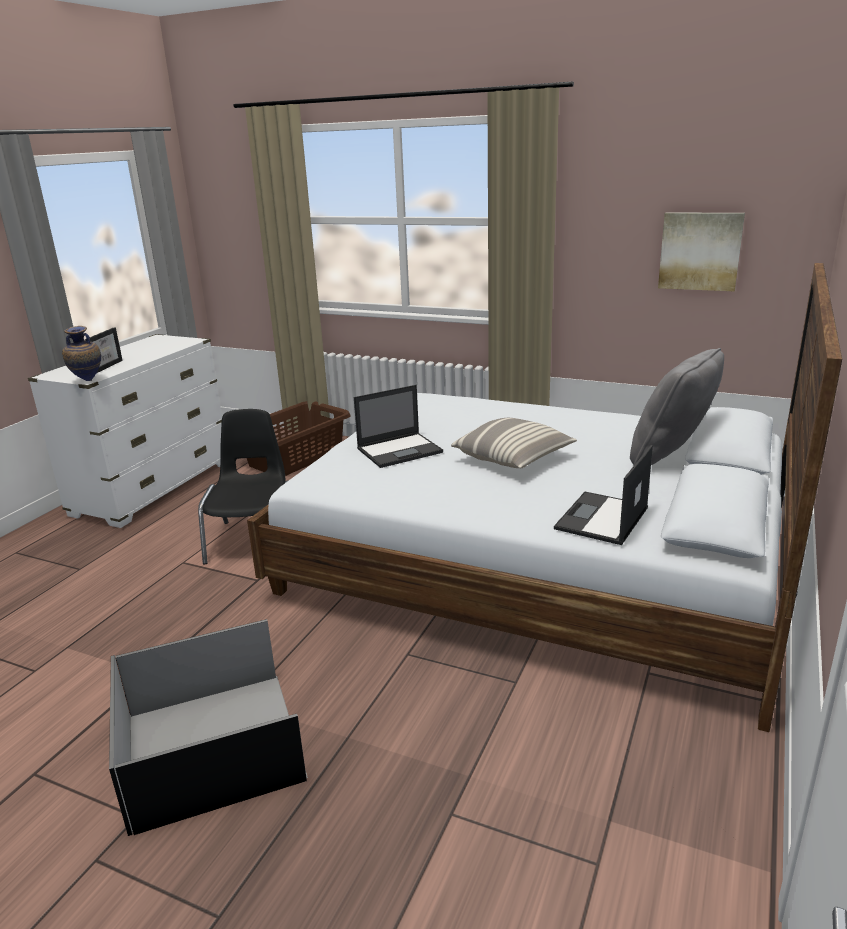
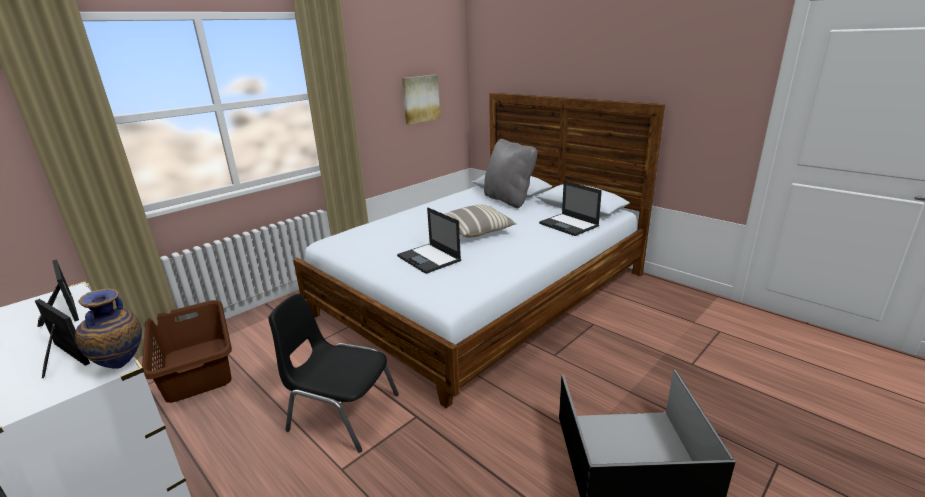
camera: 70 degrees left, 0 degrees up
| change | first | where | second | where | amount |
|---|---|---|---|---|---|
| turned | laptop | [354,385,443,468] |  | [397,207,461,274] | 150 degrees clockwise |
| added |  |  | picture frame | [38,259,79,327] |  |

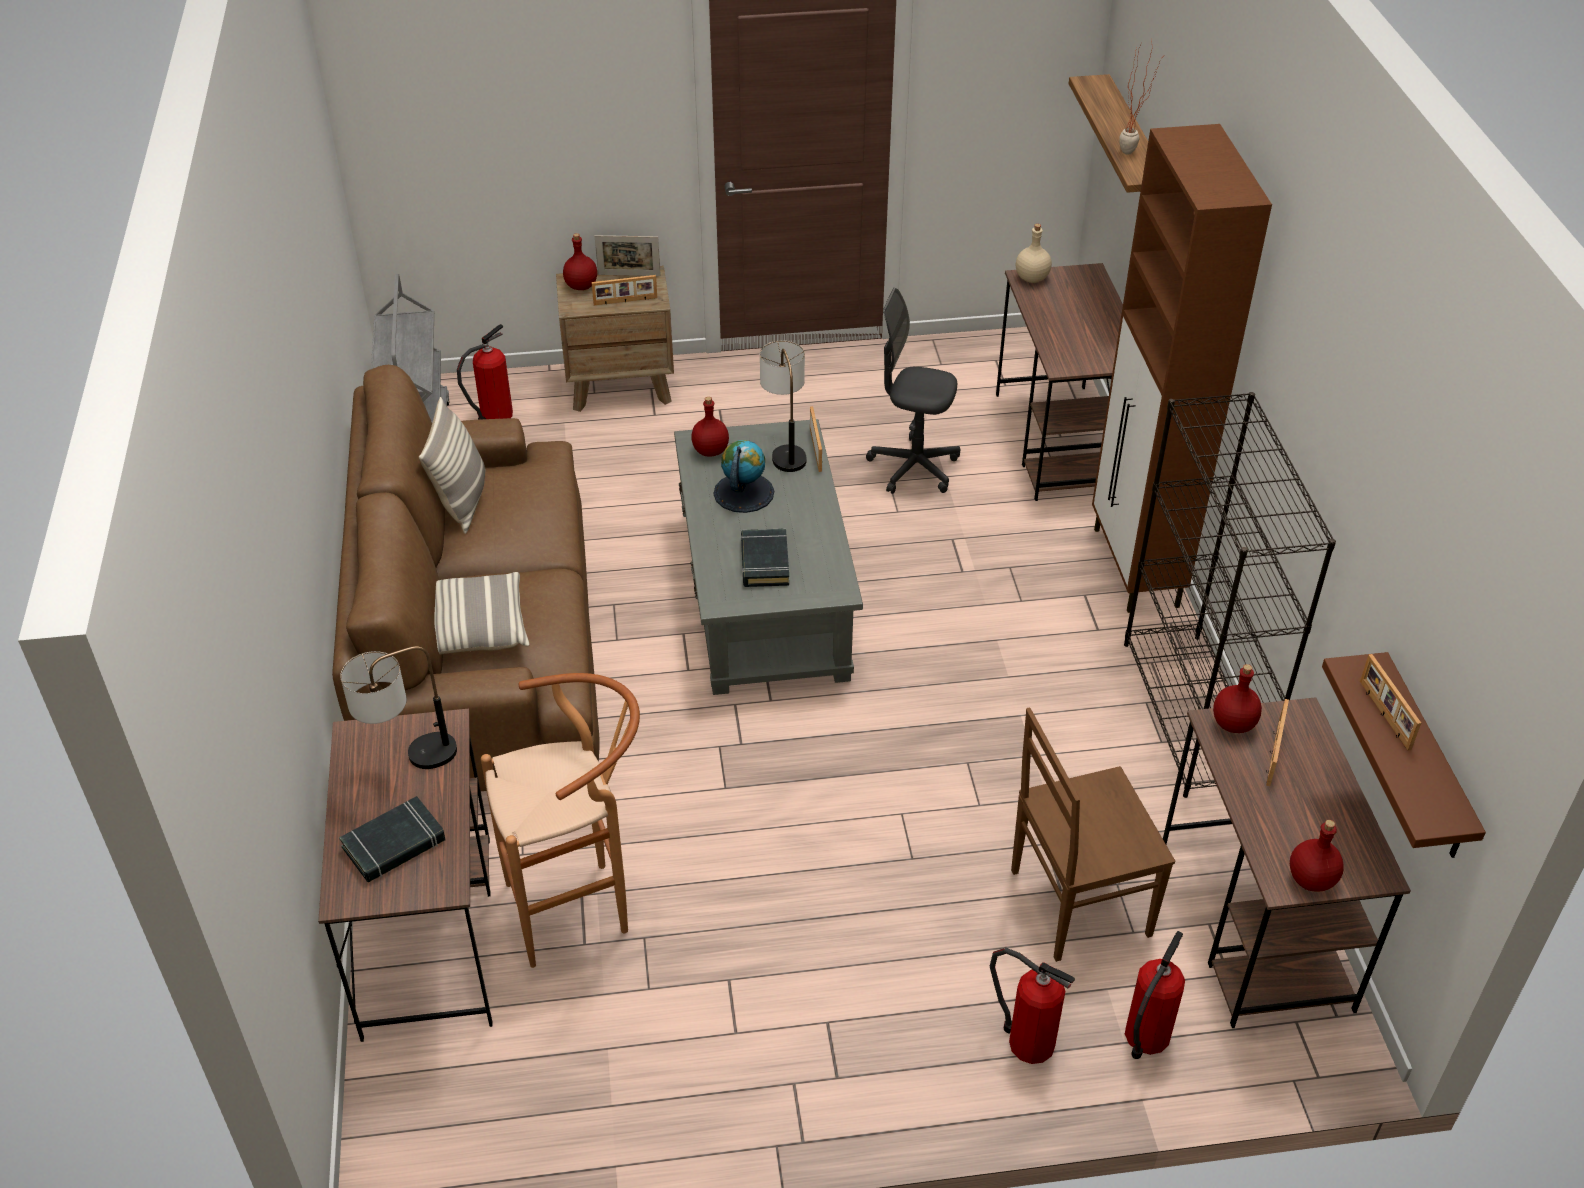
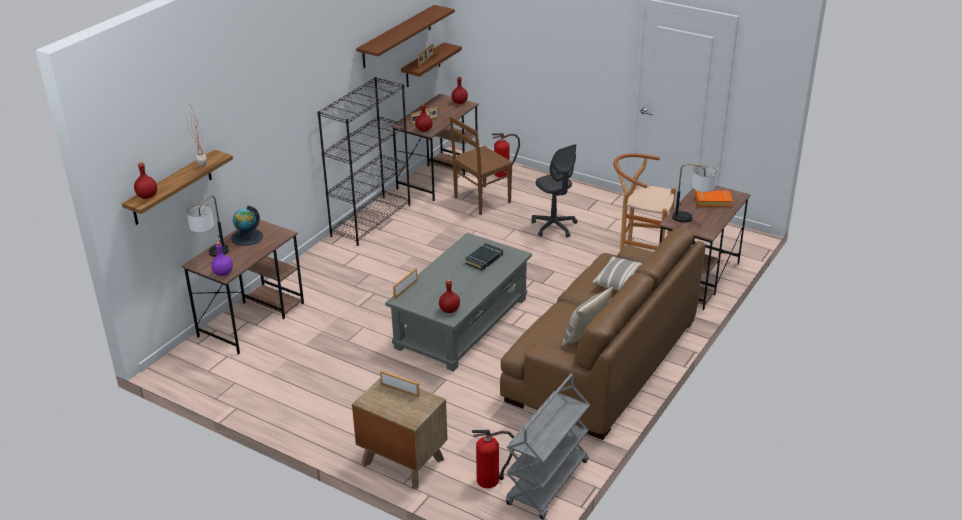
camera: 140 degrees left, 10 degrees down
| change | first | where | second | where | amount |
|---|---|---|---|---|---|
| removed | brown cabinet | [1092,124,1272,613] |  |  |  |
| recoloured | beige bottle | [1016,224,1052,283] | purple bottle | [211,242,233,276] |  |
| moved | red bottle | [563,233,597,290] |  | [134,161,157,199] |  |
| removed | picture frame | [595,235,661,276] |  |  |  |
| moved | grey office chair | [866,288,960,494] |  | [531,144,578,237] |  |
| moved | table lamp | [760,341,807,472] |  | [187,196,229,257] |  |
| moved | globe | [714,440,774,513] |  | [231,206,263,246] |  |
| turned | brown chair | [1011,707,1175,962] |  | [450,116,513,215] | 120 degrees clockwise |
| recoloured | black book | [339,796,446,882] | orange book | [696,191,733,207] |  |
| removed | fire extinguisher | [990,948,1075,1064] |  |  |  |
| added |  |  | brown shelf | [356,5,455,68] |  |

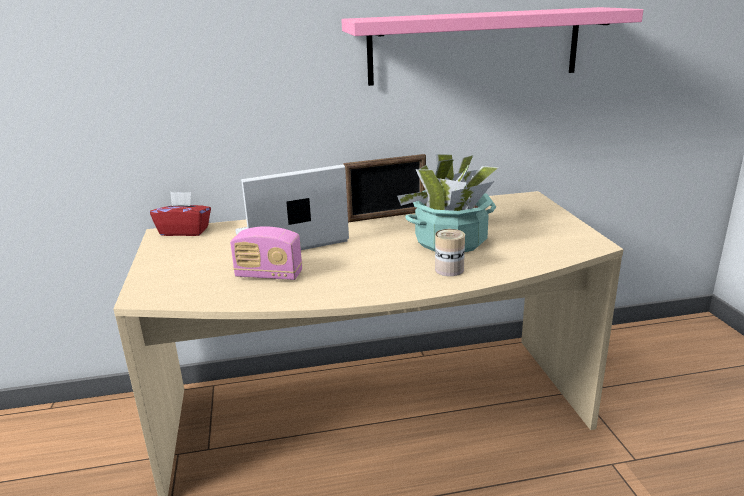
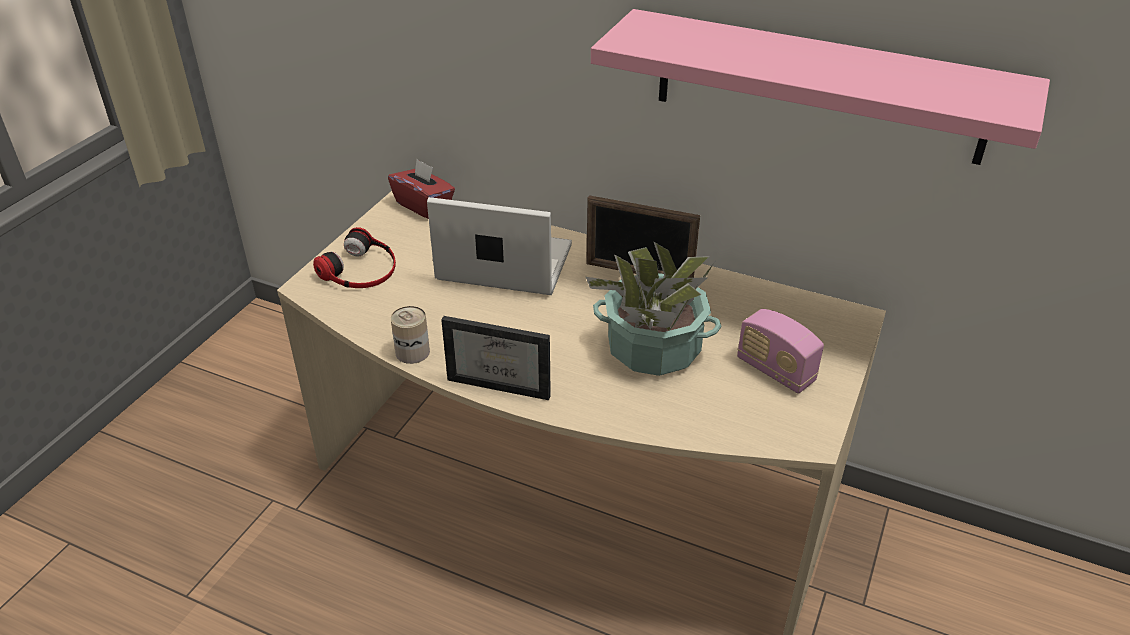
camera: 35 degrees right, 15 degrees up
| change | first | where | second | where | amount |
|---|---|---|---|---|---|
| moved | radio | [230,226,302,280] |  | [737,309,824,394] |  |
| moved | can | [435,229,465,276] |  | [391,306,430,364] |  |
| added |  |  | headphones | [313,227,396,288] |  |
| added |  |  | picture frame | [441,316,551,400] |  |

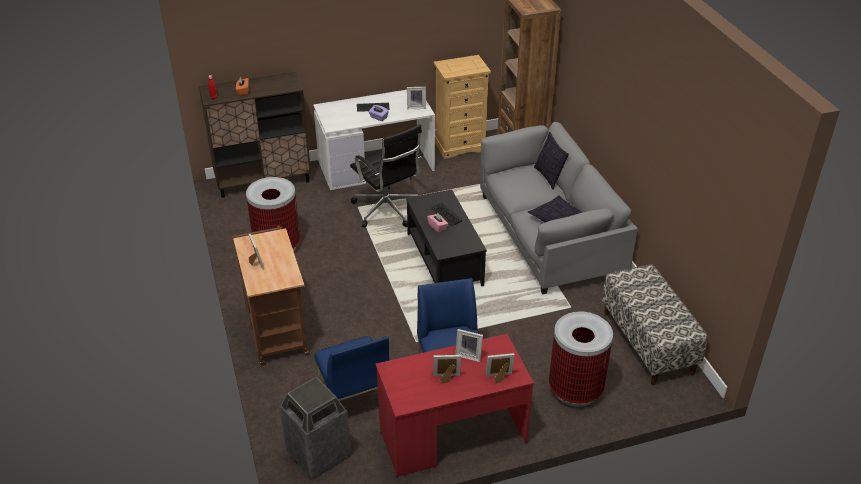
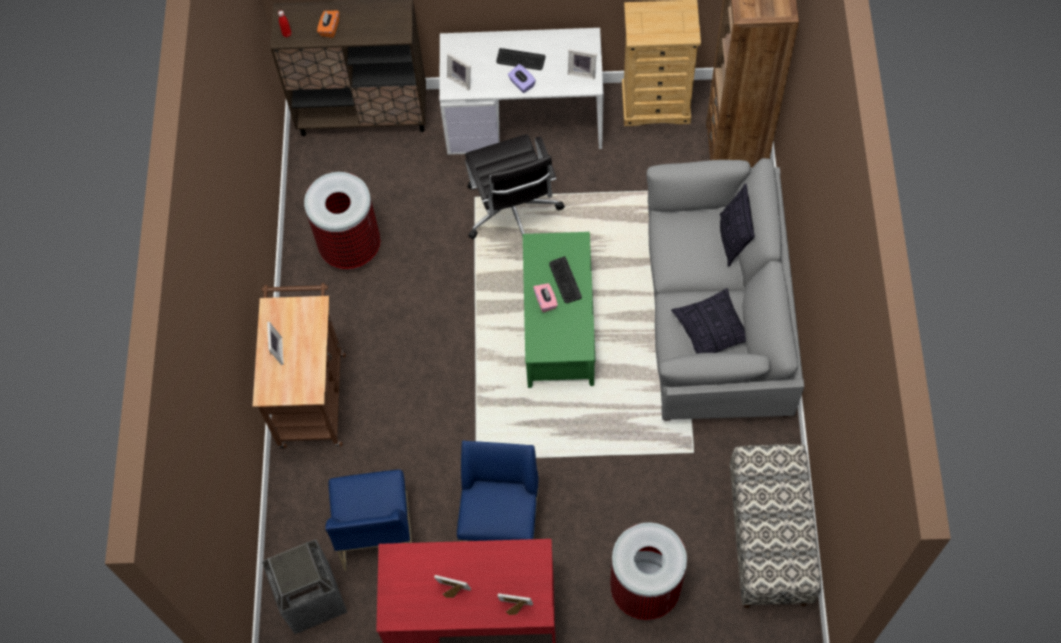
camera: 20 degrees right, 25 degrees up
| change | first | where | second | where | amount |
|---|---|---|---|---|---|
| recoloured | black coffee table | [406,189,487,286] | green coffee table | [523,232,596,388] |  |
| moved | picture frame | [455,329,483,362] |  | [447,53,471,90] |  |

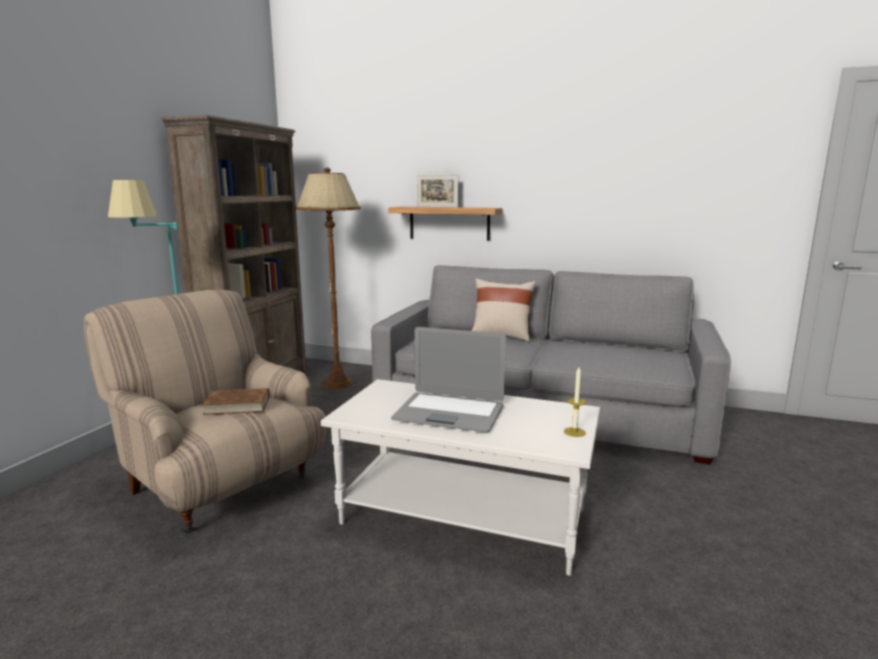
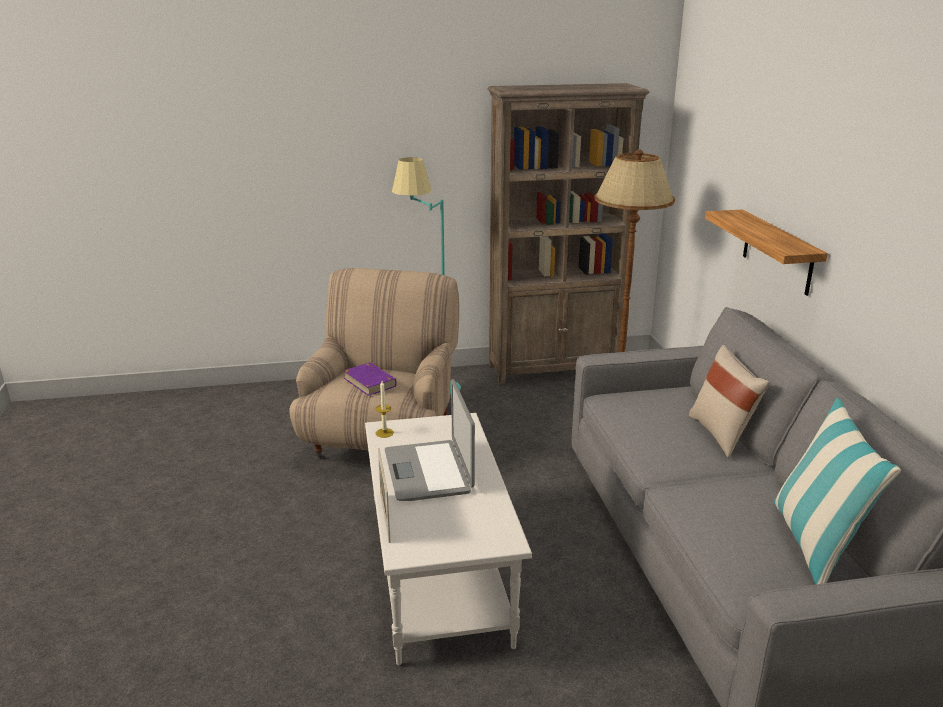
camera: 60 degrees right, 10 degrees up
| change | first | where | second | where | amount |
|---|---|---|---|---|---|
| moved | picture frame | [417,175,459,207] |  | [378,448,391,543] |  |
| moved | candle | [564,367,586,437] |  | [376,381,394,438] |  |
| recoloured | brown book | [200,388,270,415] | purple book | [343,362,396,396] |  |
| added |  |  | pillow | [774,398,901,585] |  |

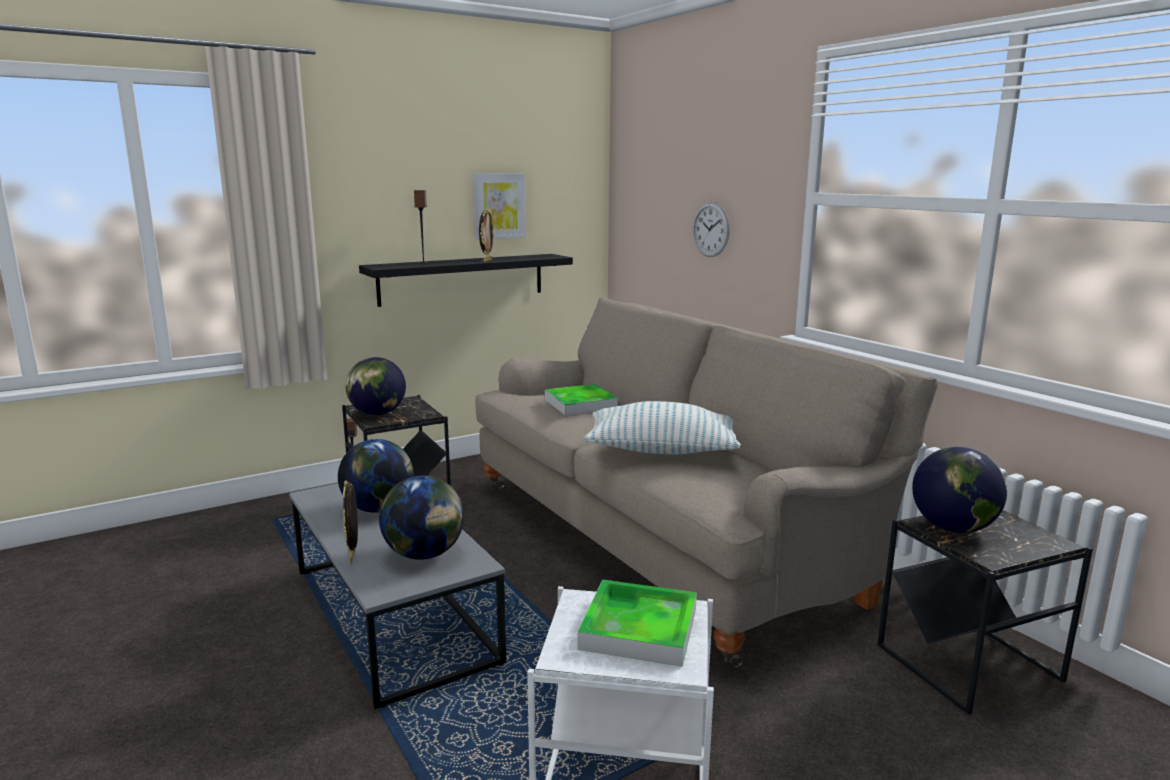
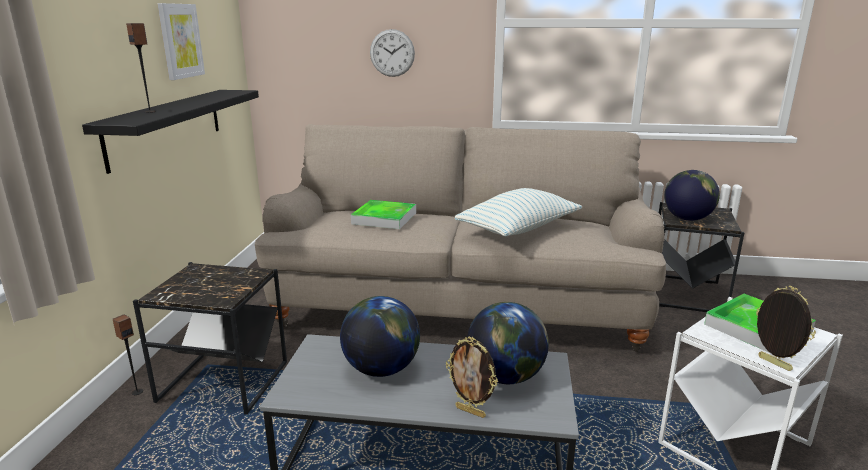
camera: 50 degrees left, 5 degrees up
| change | first | where | second | where | amount |
|---|---|---|---|---|---|
| moved | picture frame | [479,208,495,262] |  | [756,286,816,371] |  |
| removed | globe | [346,357,406,416] |  |  |  |

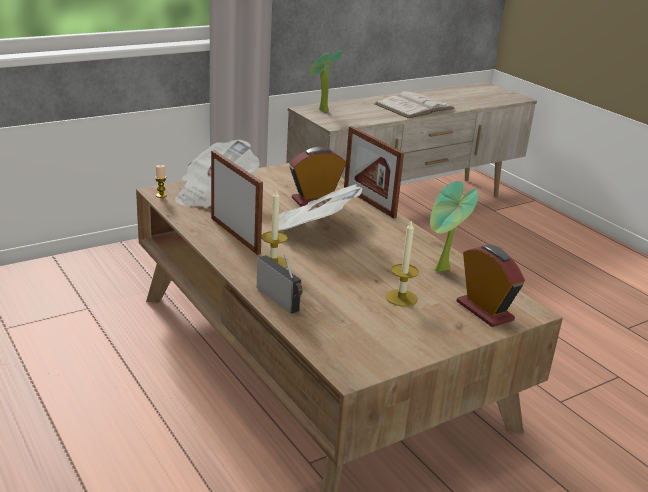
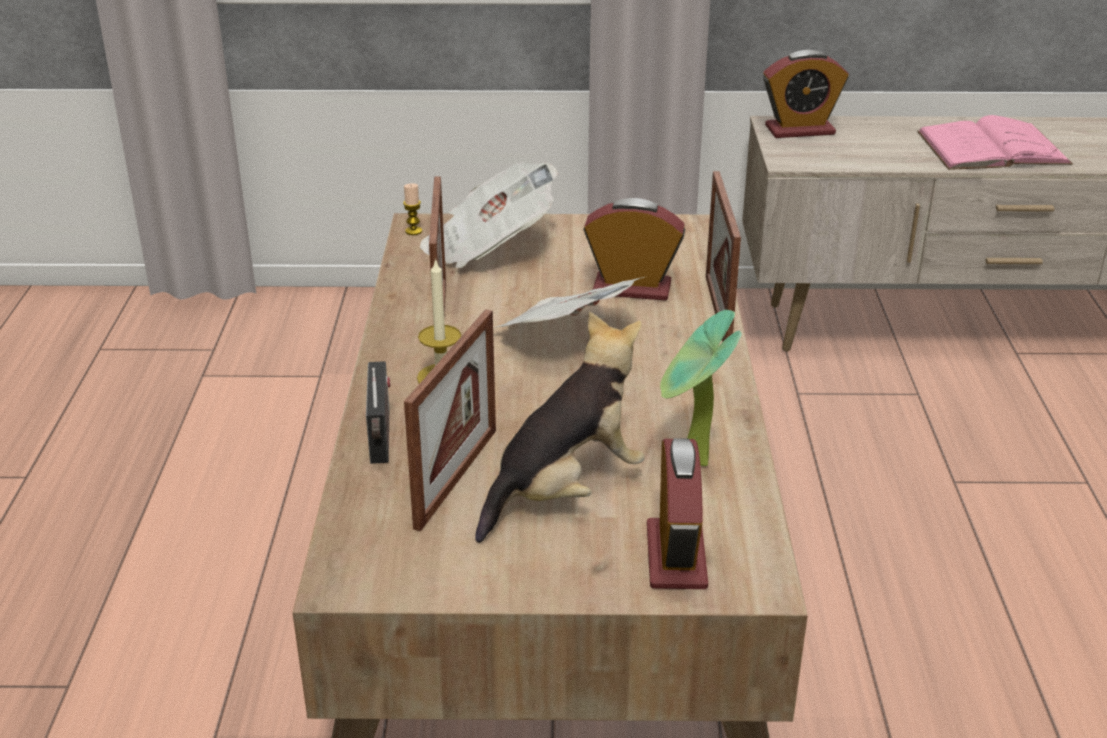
camera: 35 degrees right, 5 degrees up
| change | first | where | second | where | amount |
|---|---|---|---|---|---|
| replaced | potted plant | [309,51,342,112] | alarm clock | [763,50,849,138] |  |
| recoloured | white book | [375,91,455,118] | pink book | [917,115,1073,170] |  |
| replaced | candle | [385,220,419,306] | plush toy | [475,311,644,543] |  |
| added |  |  | picture frame | [404,309,496,531] |  |

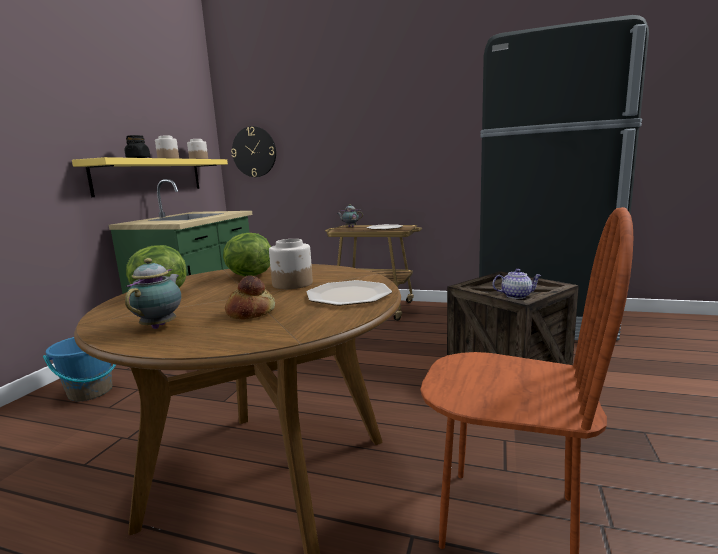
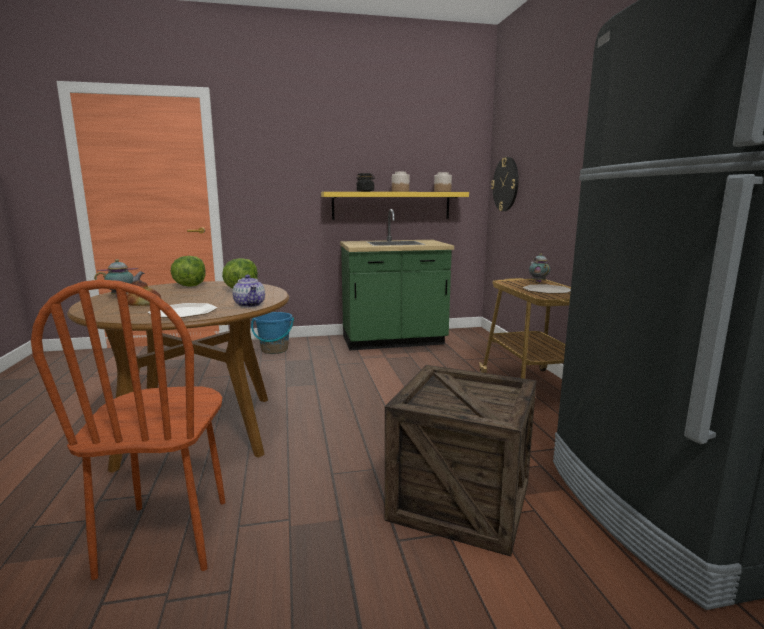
camera: 60 degrees right, 0 degrees up
| change | first | where | second | where | amount |
|---|---|---|---|---|---|
| removed | jar | [269,239,313,289] |  |  |  |
| moved | teapot | [493,269,542,299] |  | [232,275,265,307] |  |

